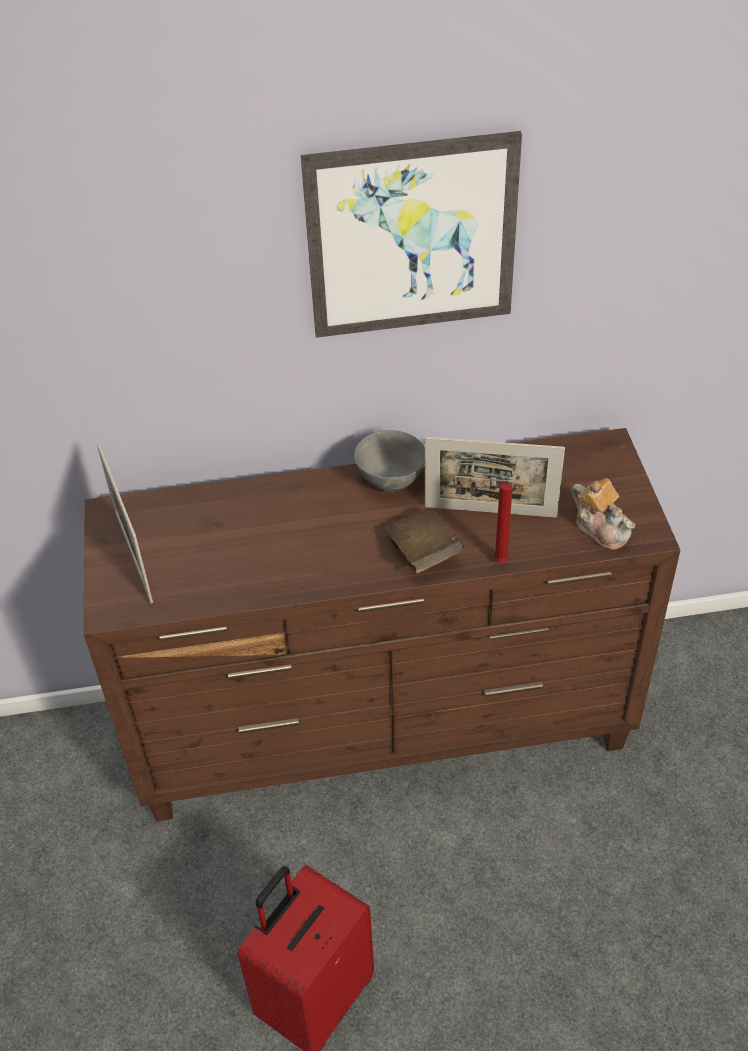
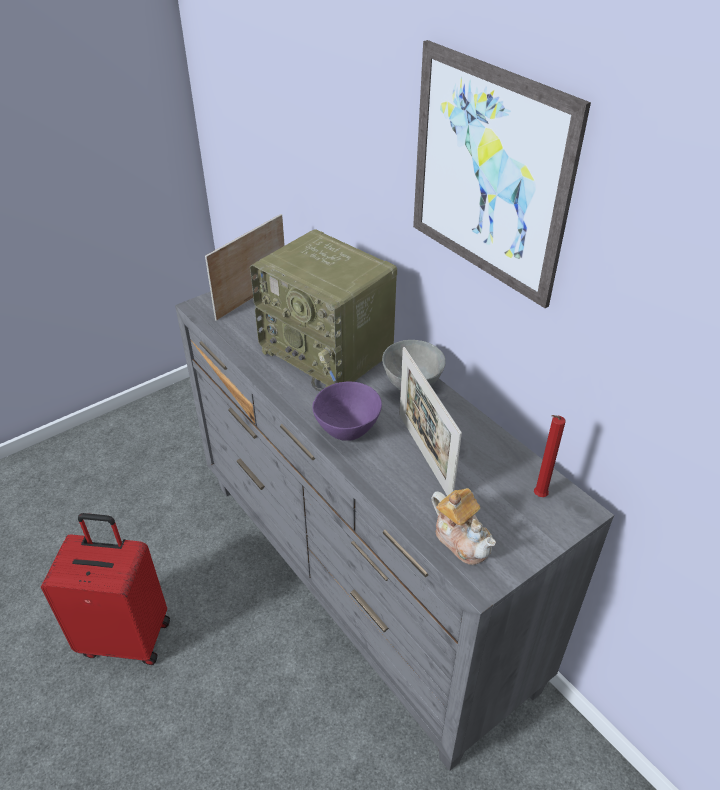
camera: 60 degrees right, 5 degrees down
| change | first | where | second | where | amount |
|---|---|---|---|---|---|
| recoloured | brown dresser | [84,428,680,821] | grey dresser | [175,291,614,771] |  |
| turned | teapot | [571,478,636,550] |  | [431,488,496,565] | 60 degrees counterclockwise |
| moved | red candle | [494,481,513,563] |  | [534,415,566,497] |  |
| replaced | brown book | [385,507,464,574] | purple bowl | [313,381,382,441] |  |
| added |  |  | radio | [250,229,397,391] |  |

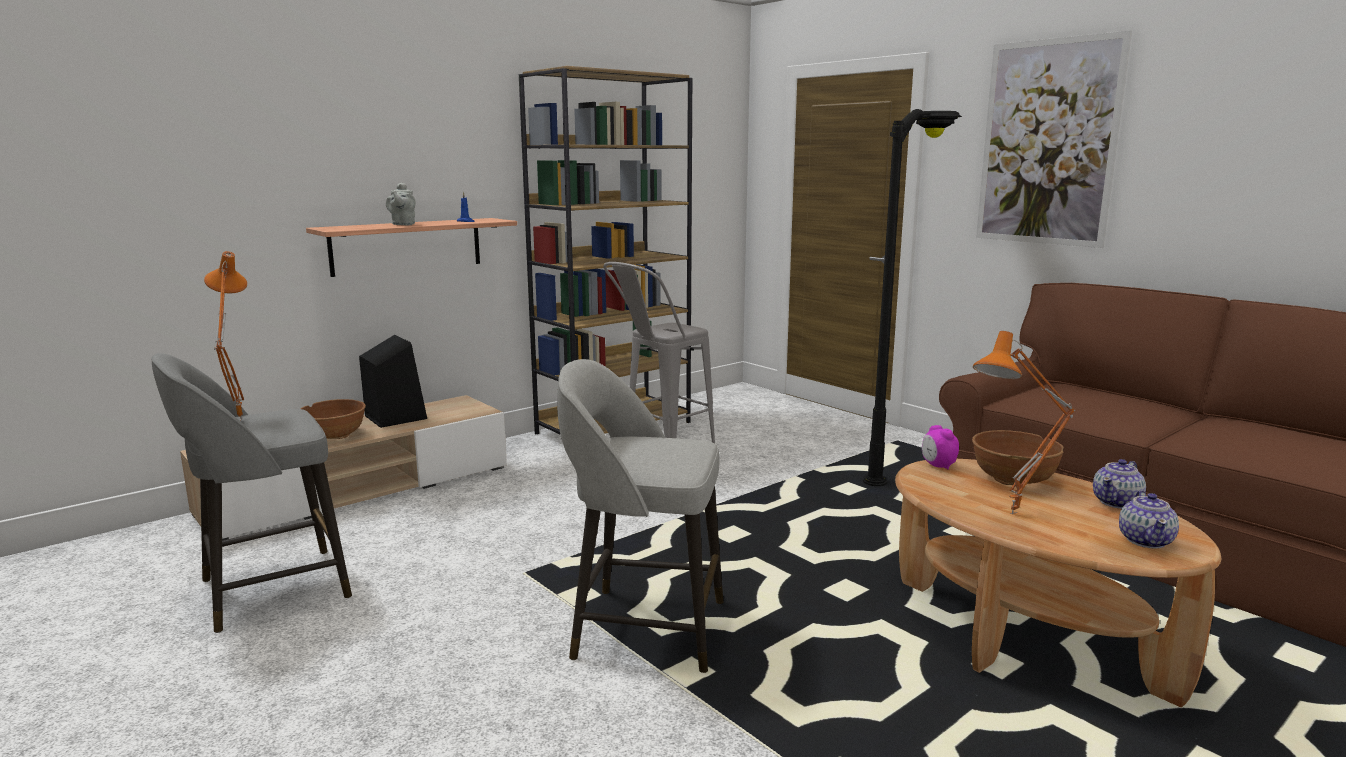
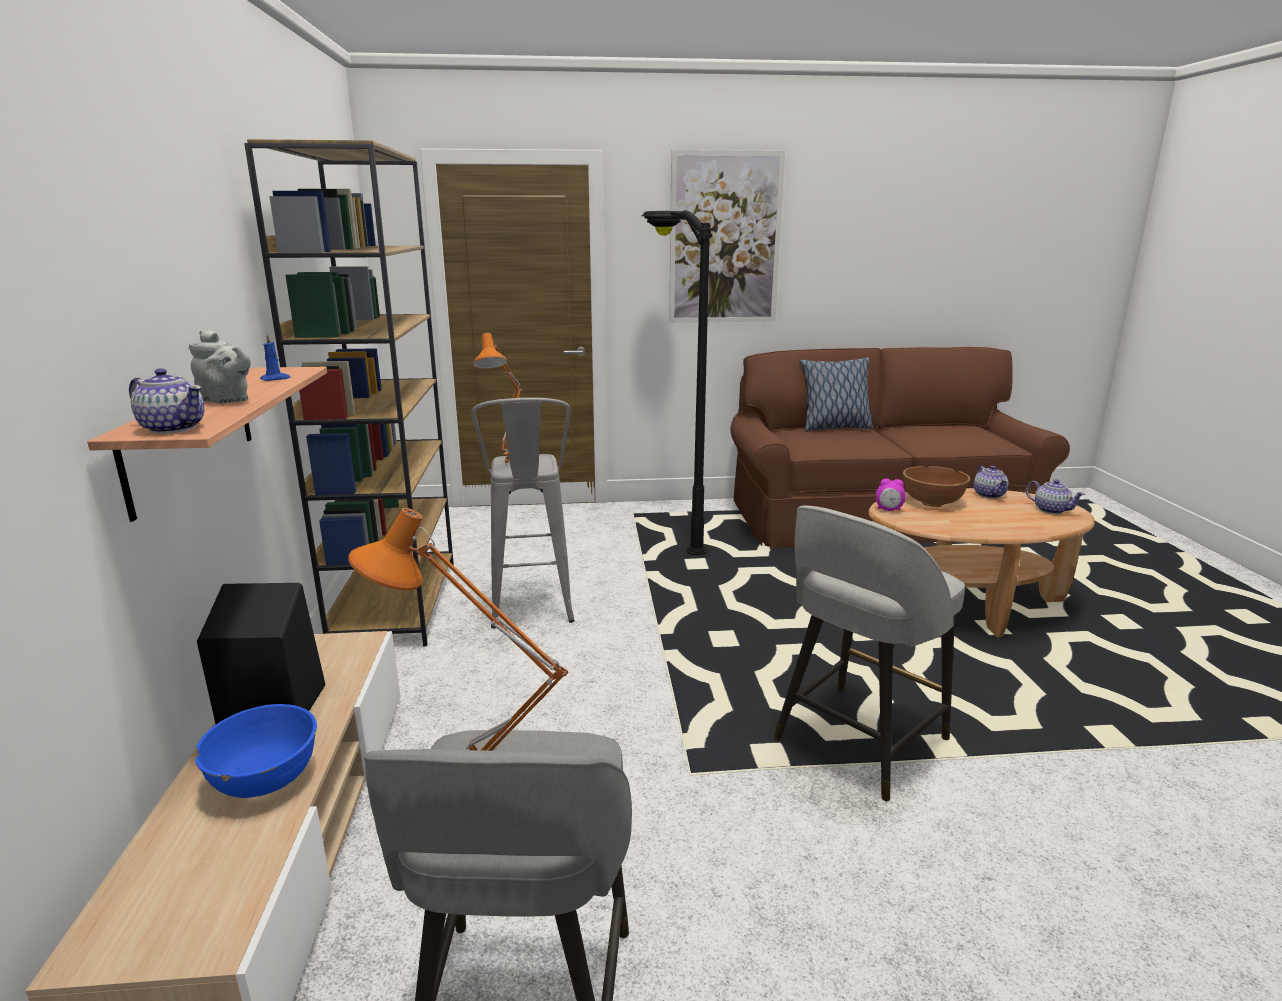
camera: 55 degrees left, 5 degrees up
| change | first | where | second | where | amount |
|---|---|---|---|---|---|
| moved | orange table lamp | [973,331,1076,514] |  | [473,333,522,466] |  |
| recoloured | brown bowl | [301,399,366,439] | blue bowl | [195,704,317,798] |  |
| added |  |  | pillow | [800,357,873,432] |  |
| added |  |  | teapot | [129,368,205,434] |  |

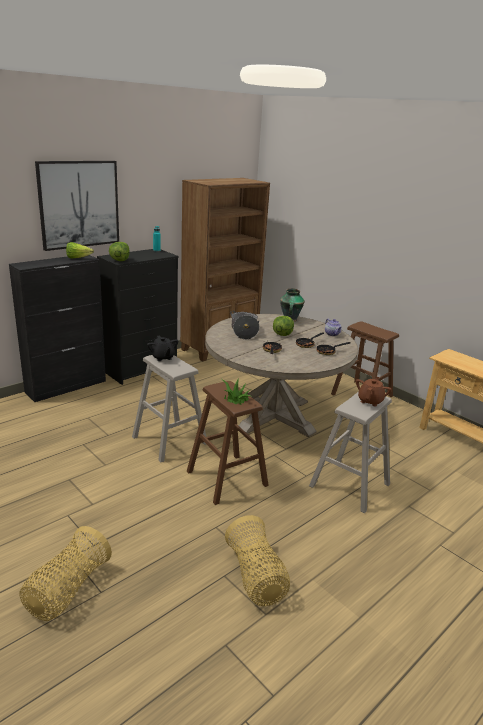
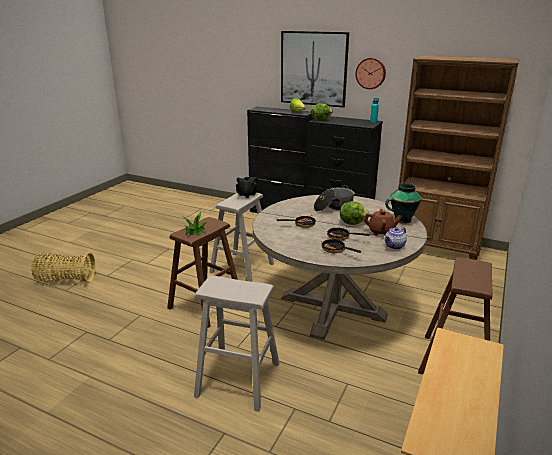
camera: 70 degrees right, 0 degrees up
| change | first | where | second | where | amount |
|---|---|---|---|---|---|
| moved | brown teapot | [356,377,392,407] |  | [364,209,402,235] |  |
| removed | basket | [225,515,290,606] |  |  |  |
| added |  |  | wall clock | [355,58,386,89] |  |

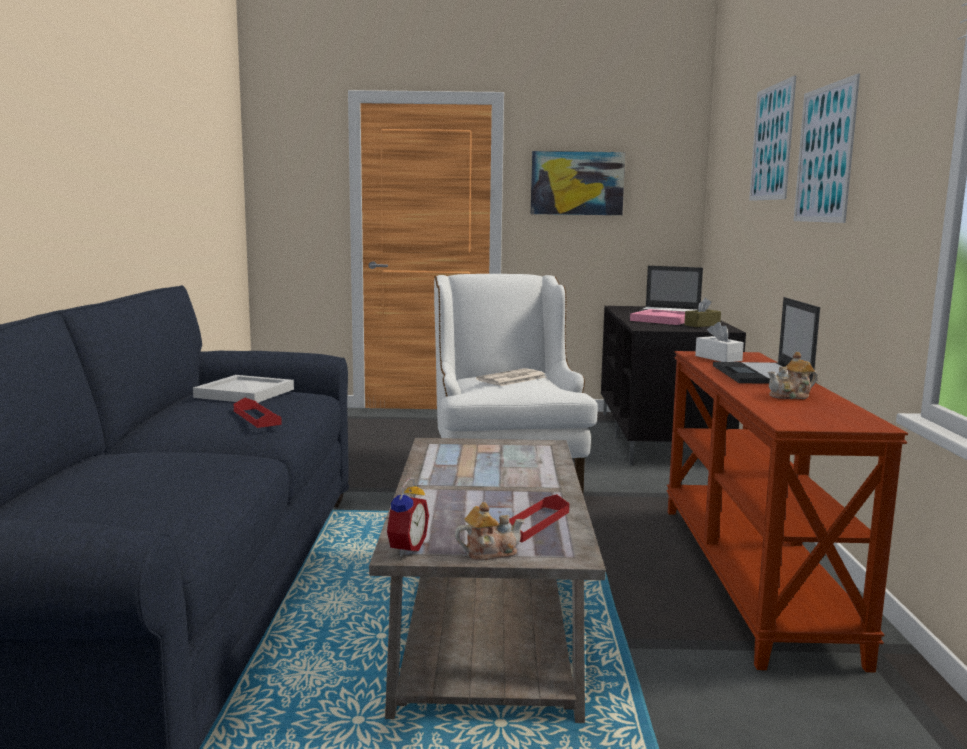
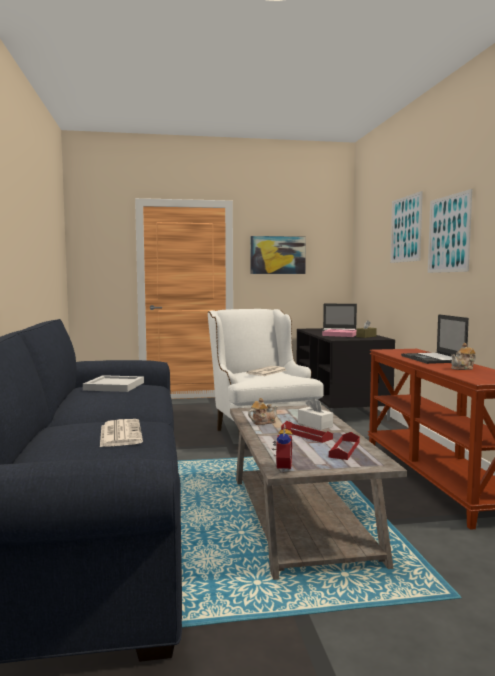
camera: 10 degrees left, 5 degrees down
| change | first | where | second | where | amount |
|---|---|---|---|---|---|
| moved | white tissue box | [695,322,744,362] |  | [298,398,333,430] |  |
| moved | red tray | [234,398,282,428] |  | [281,421,333,443] |  |
| moved | teapot | [455,502,525,560] |  | [248,398,278,425] |  |
| added |  |  | newspaper | [100,419,143,447] |  |

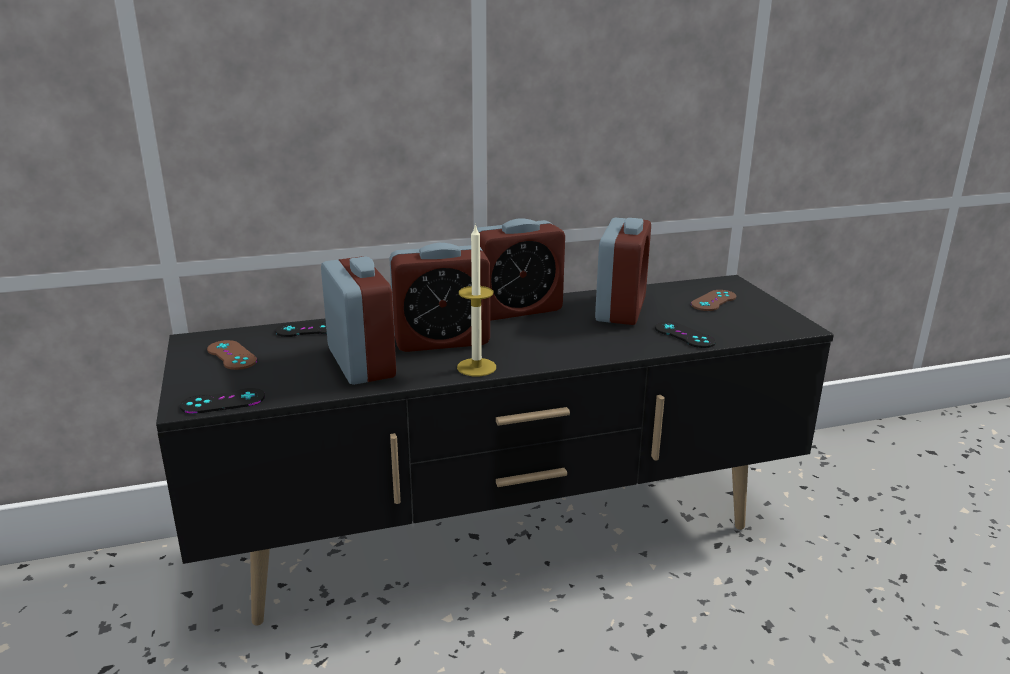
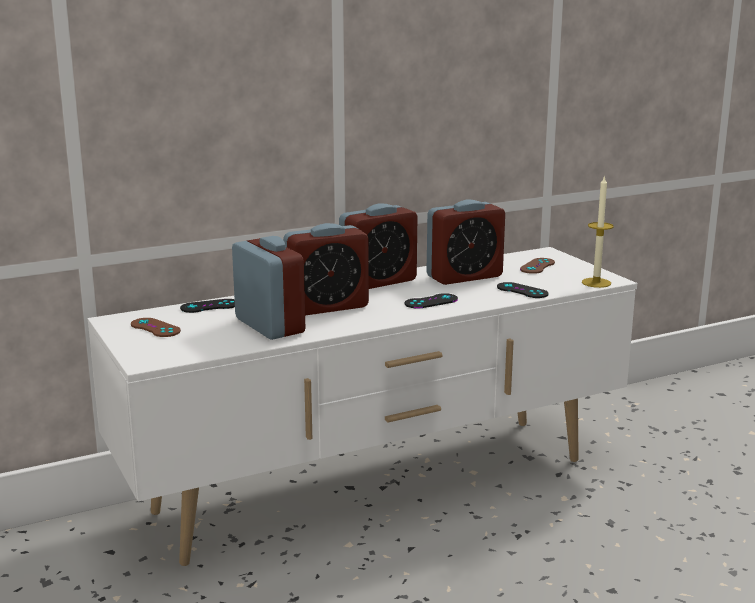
camera: 10 degrees left, 5 degrees down
| change | first | where | second | where | amount |
|---|---|---|---|---|---|
| turned | alarm clock | [595,218,651,325] |  | [427,200,505,285] | 60 degrees clockwise |
| moved | candle | [457,223,496,376] |  | [582,175,613,288] |  |
| recoloured | black tv stand | [156,275,834,625] | white tv stand | [88,247,637,566] |  |
| moved | black game controller | [180,388,265,414] |  | [404,293,458,309] |  |

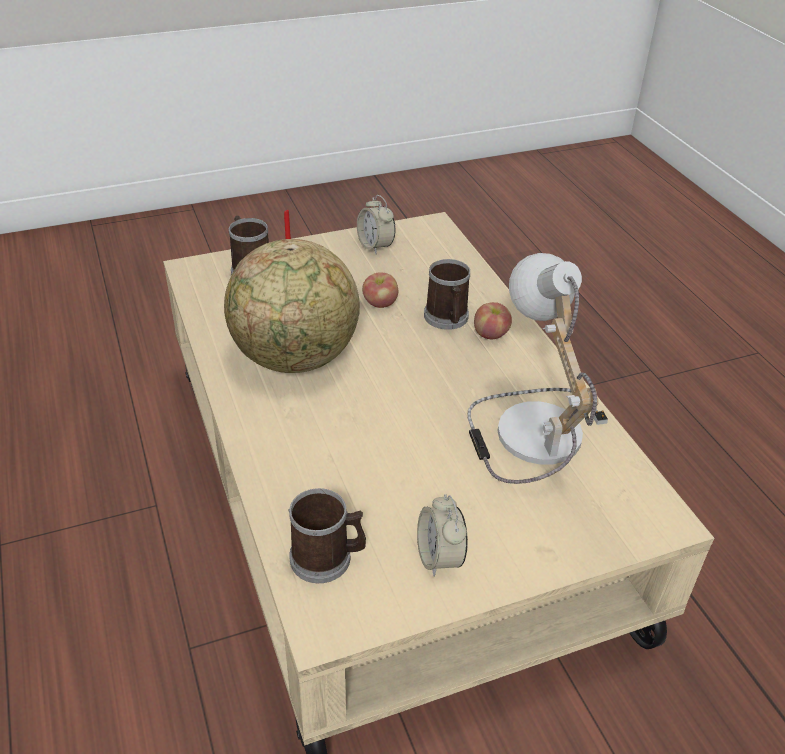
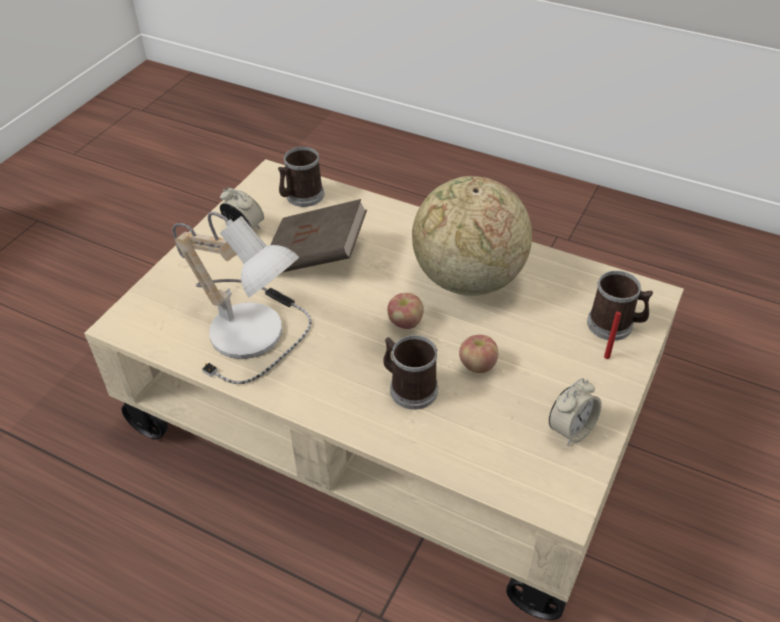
camera: 140 degrees right, 5 degrees up
| change | first | where | second | where | amount |
|---|---|---|---|---|---|
| turned | alarm clock | [357,195,395,254] |  | [549,378,602,446] | 120 degrees clockwise |
| moved | apple | [474,302,512,339] |  | [387,293,424,329] |  |
| added |  |  | brown book | [270,199,367,272] |  |

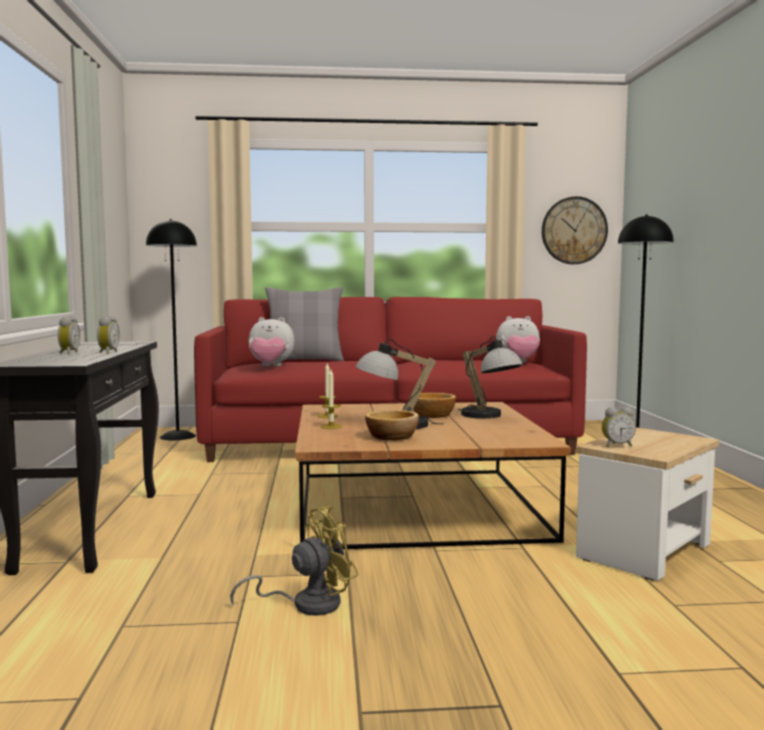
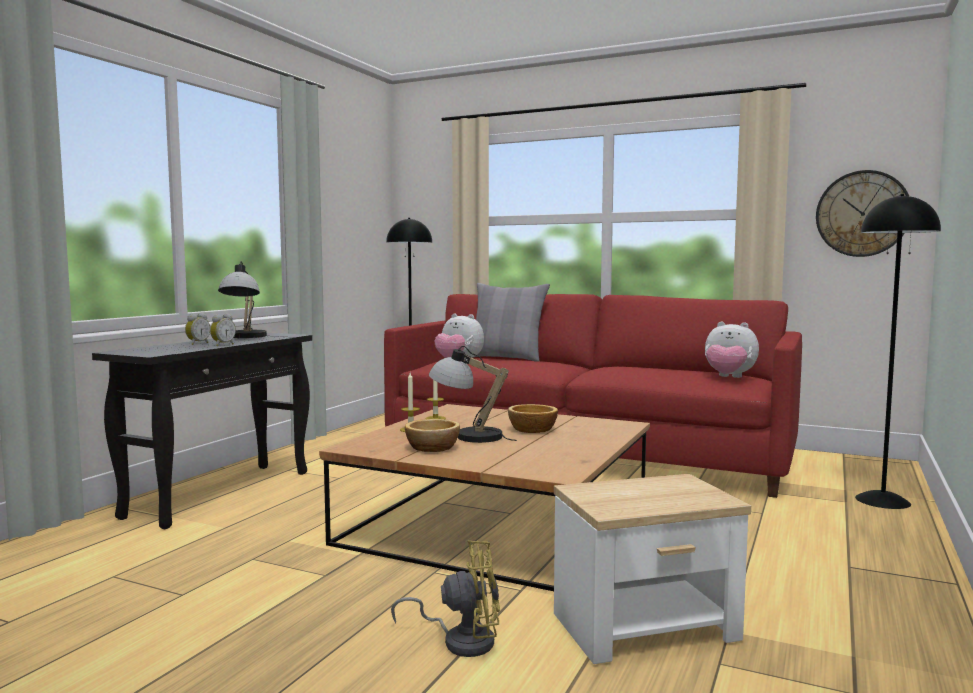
camera: 30 degrees right, 0 degrees up
| change | first | where | second | where | amount |
|---|---|---|---|---|---|
| moved | table lamp | [458,336,523,419] |  | [218,261,267,338] |  |
| removed | alarm clock | [602,407,636,447] |  |  |  |
| moved | yellow fan | [230,506,359,615] |  | [391,540,500,657] |  |

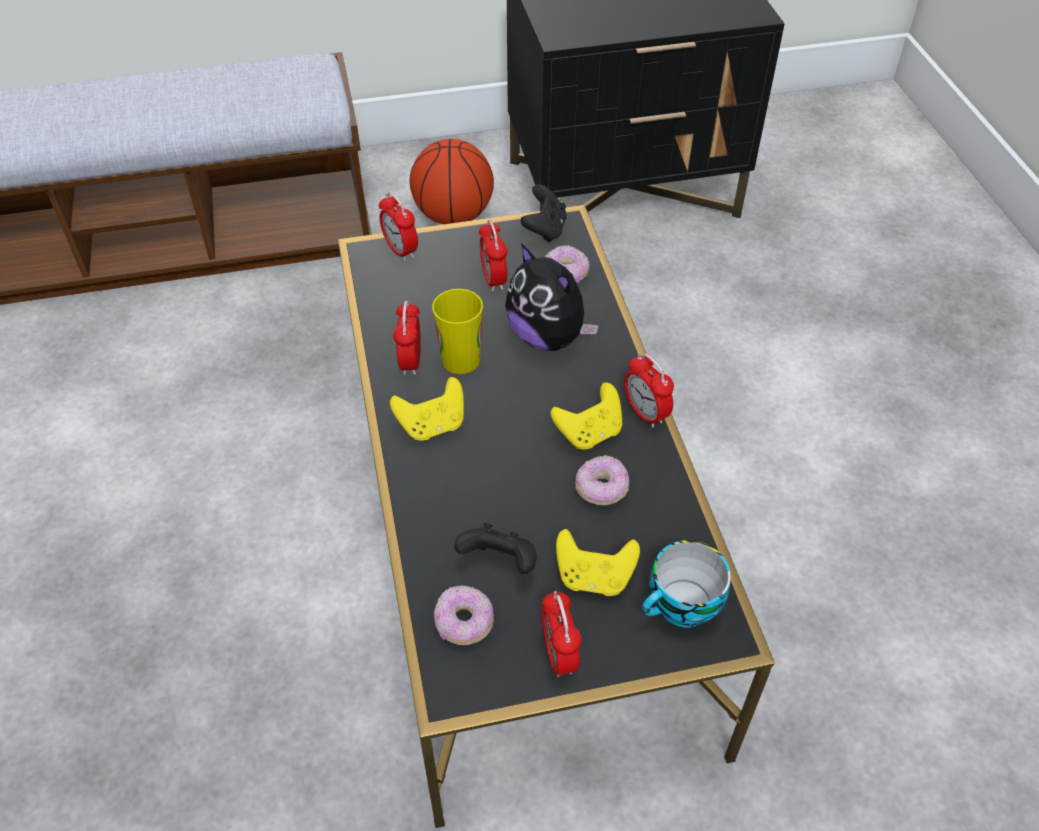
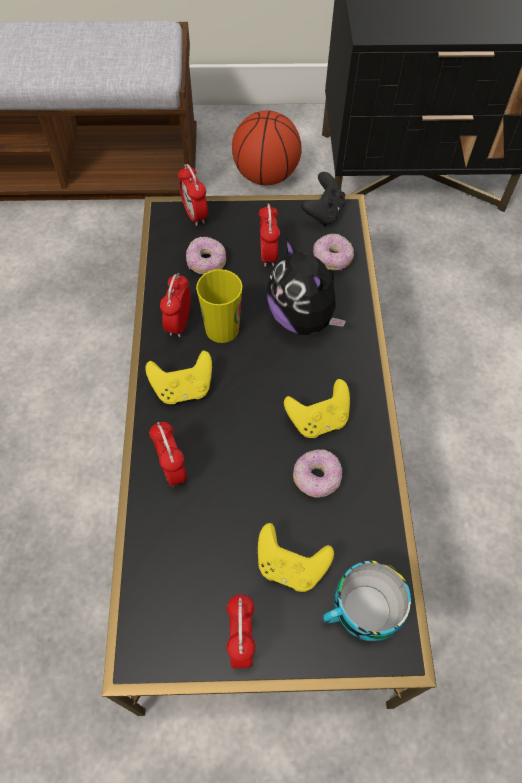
camera: 10 degrees right, 10 degrees up
| change | first | where | second | where | amount |
|---|---|---|---|---|---|
| moved | alarm clock | [624,354,674,428] |  | [149,422,187,486] |  |
| removed | black game controller | [454,523,537,574] |  |  |  |
| moved | donut | [434,585,494,645] |  | [186,237,226,275] |  |

